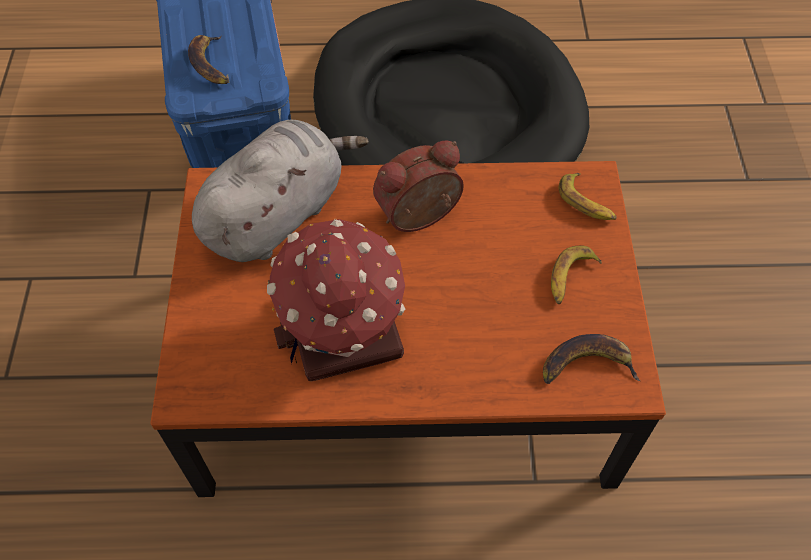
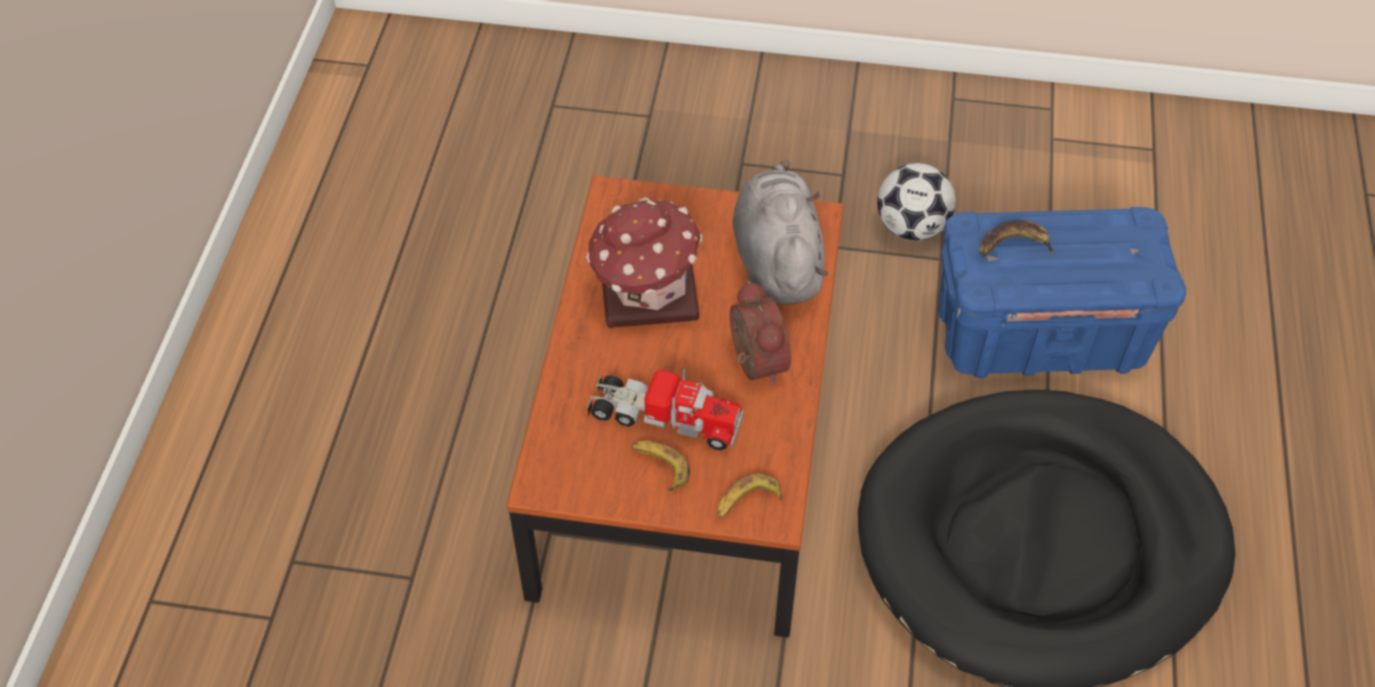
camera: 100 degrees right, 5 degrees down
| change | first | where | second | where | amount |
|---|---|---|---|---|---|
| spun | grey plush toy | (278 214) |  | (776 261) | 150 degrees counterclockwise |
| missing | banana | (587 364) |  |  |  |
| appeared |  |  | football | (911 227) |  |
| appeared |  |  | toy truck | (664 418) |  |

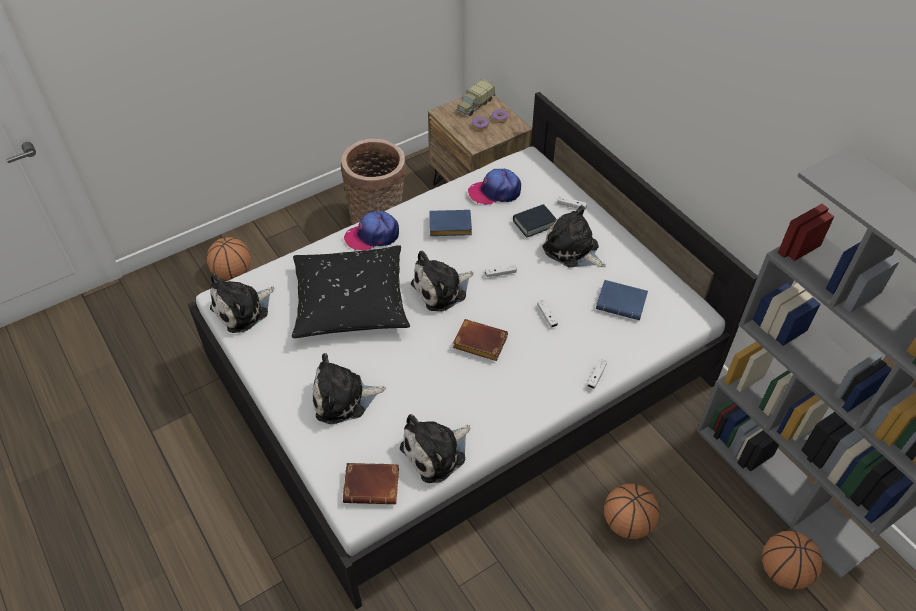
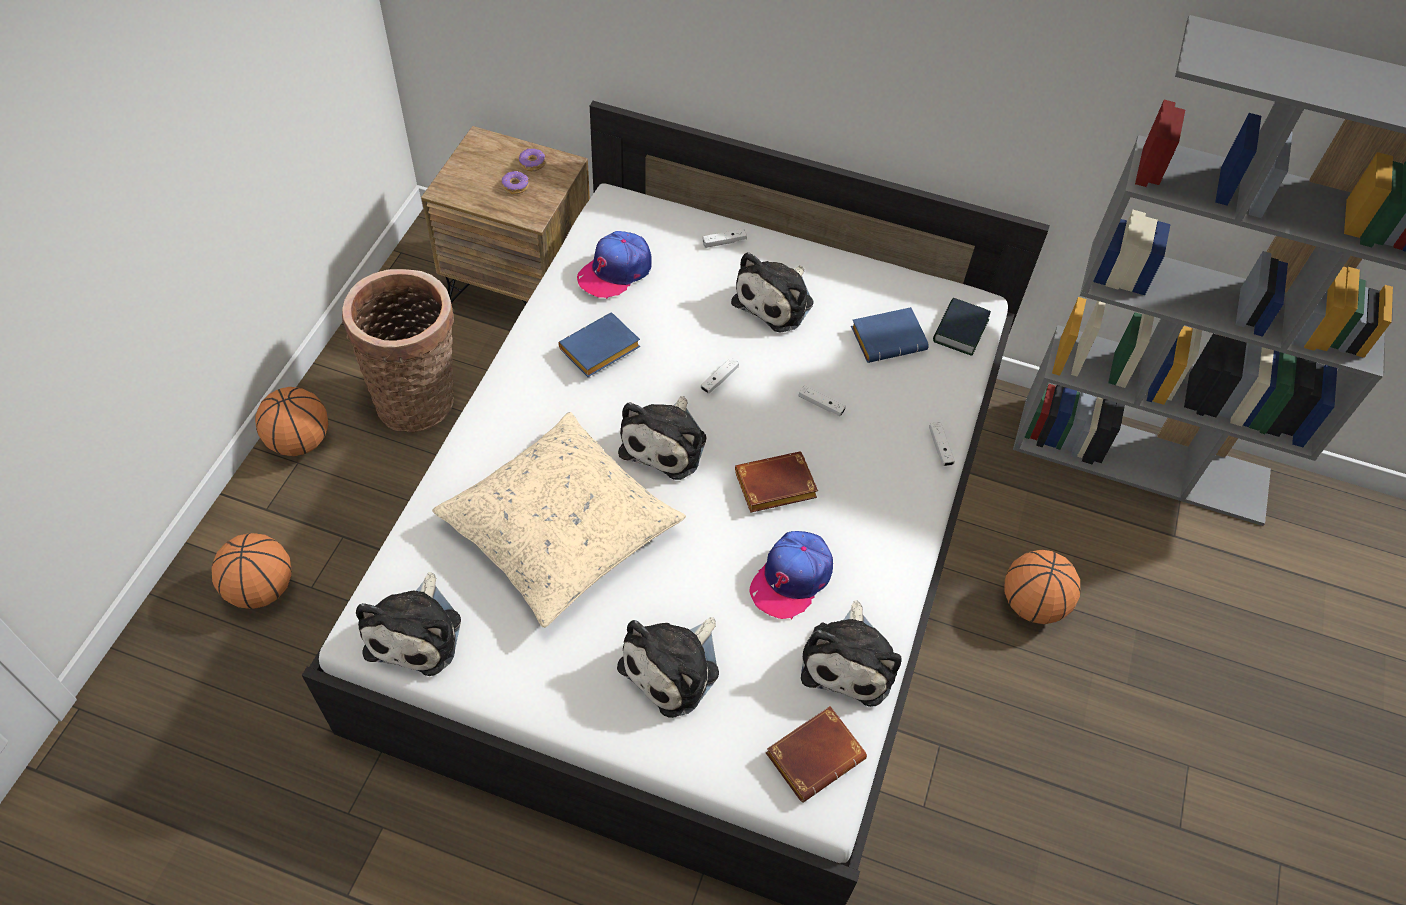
camera: 40 degrees left, 5 degrees up
| change | first | where | second | where | amount |
|---|---|---|---|---|---|
| missing | toy truck | (475 105) |  |  |  |
| relocated | book | (534 223) |  | (960 331) |  |
| spun | plush toy | (573 250) |  | (776 301) | 60 degrees counterclockwise |
| relocated | cap | (372 236) |  | (791 578) |  |
| colour | black pillow | (350 301) | beige pillow | (560 529) |  |
| relocated | basketball | (783 571) |  | (300 441) |  |

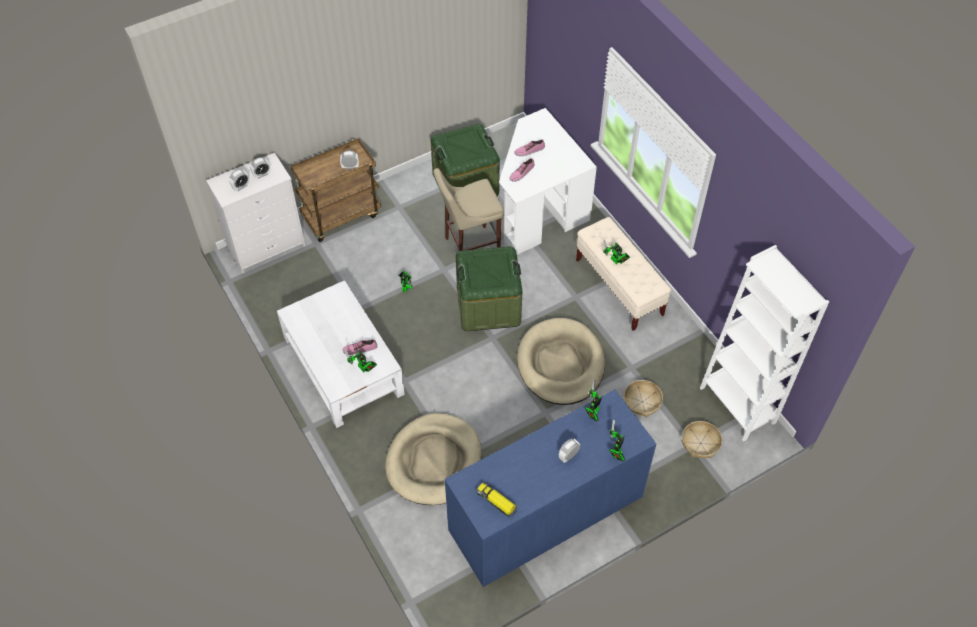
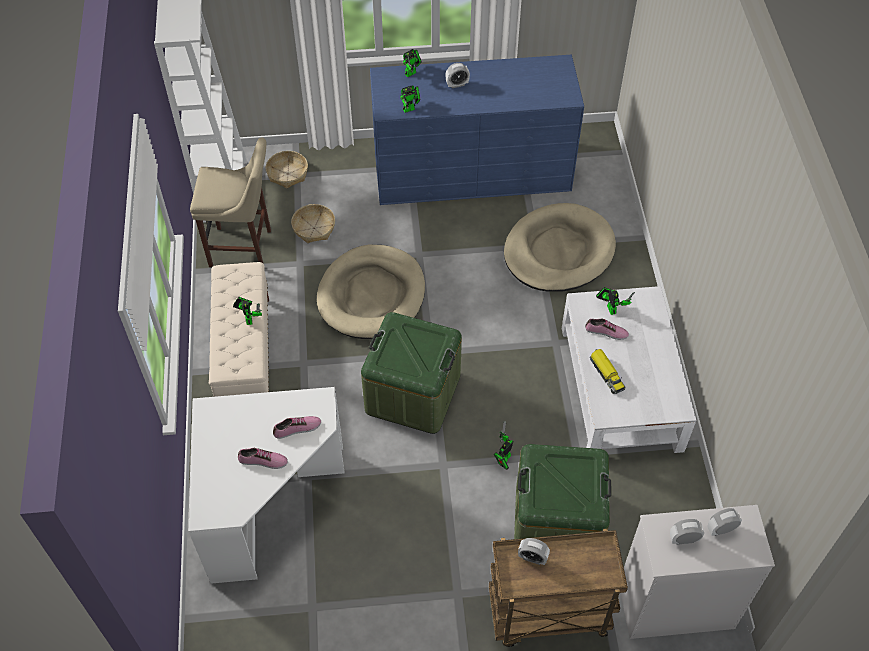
camera: 155 degrees left, 0 degrees up
| change | first | where | second | where | amount |
|---|---|---|---|---|---|
| relocated | green storage box | (465 184) |  | (557 521) |  |
| relocated | beige stool | (469 247) |  | (244 248) |  |
| relocated | toy truck | (497 502) |  | (606 374) |  |

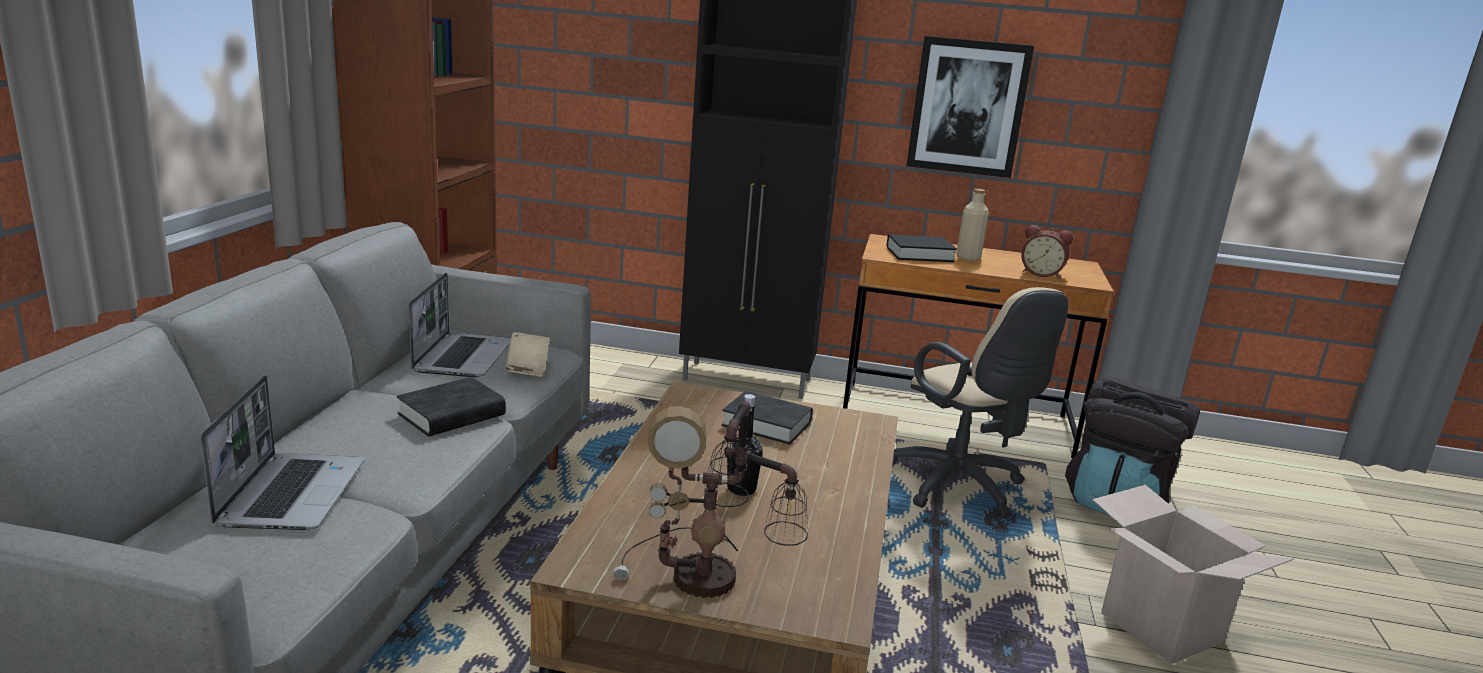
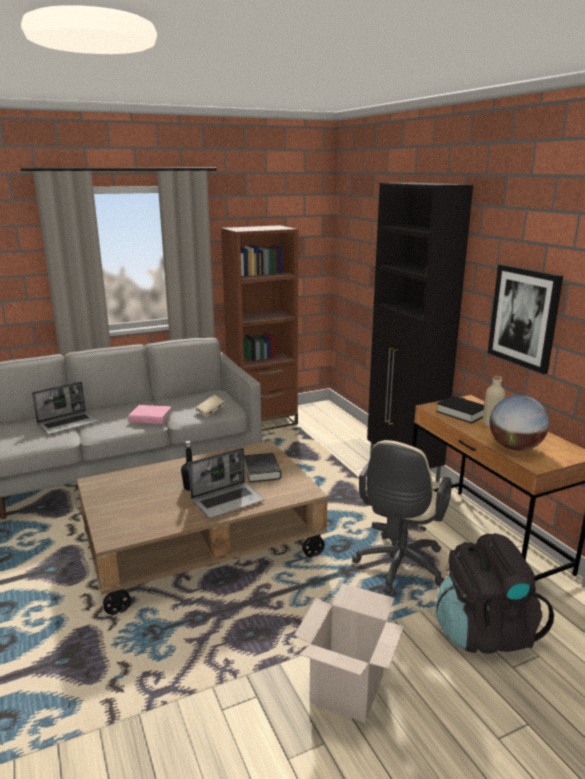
camera: 55 degrees right, 0 degrees up
| change | first | where | second | where | amount |
|---|---|---|---|---|---|
| exchanged | alarm clock | (1041 273) | globe | (515 448) |  |
| relocated | laptop | (463 356) |  | (228 500) |  |
| colour | black book | (452 415) | pink book | (151 418) |  |
| missing | table lamp | (708 581) |  |  |  |

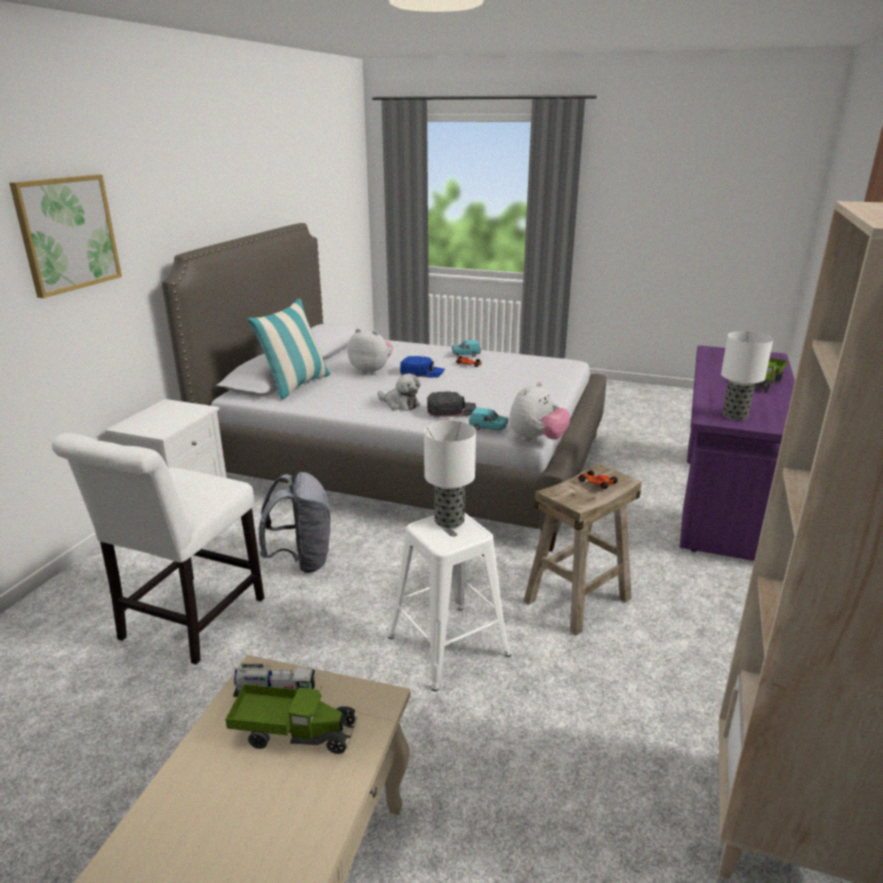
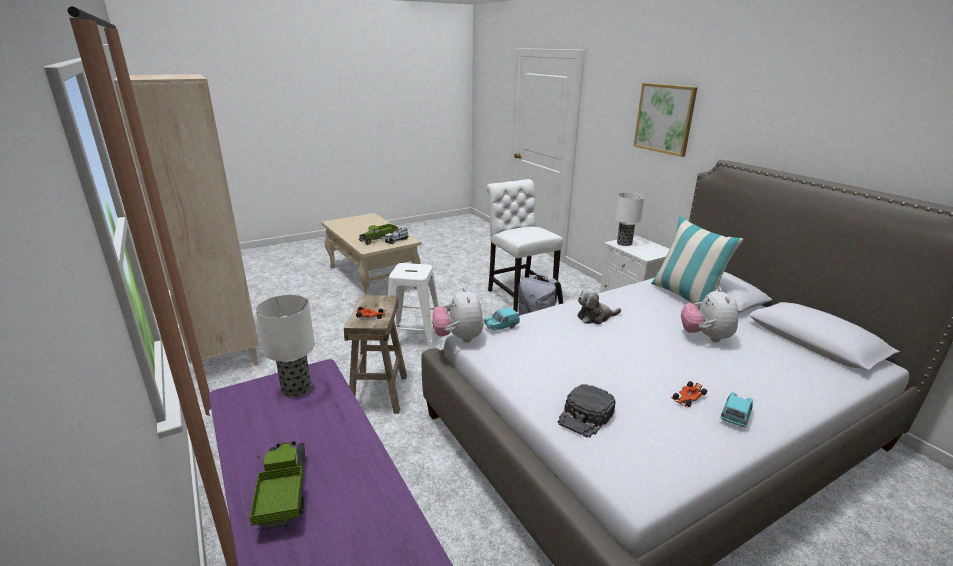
camera: 130 degrees right, 0 degrees up
| change | first | where | second | where | amount |
|---|---|---|---|---|---|
| spun | plush toy | (371 371) |  | (705 337) | 120 degrees clockwise |
| missing | blue cap | (422 372) |  |  |  |
| relocated | black cap | (451 409) |  | (586 415) |  |
| relocated | table lamp | (449 521) |  | (623 243) |  |

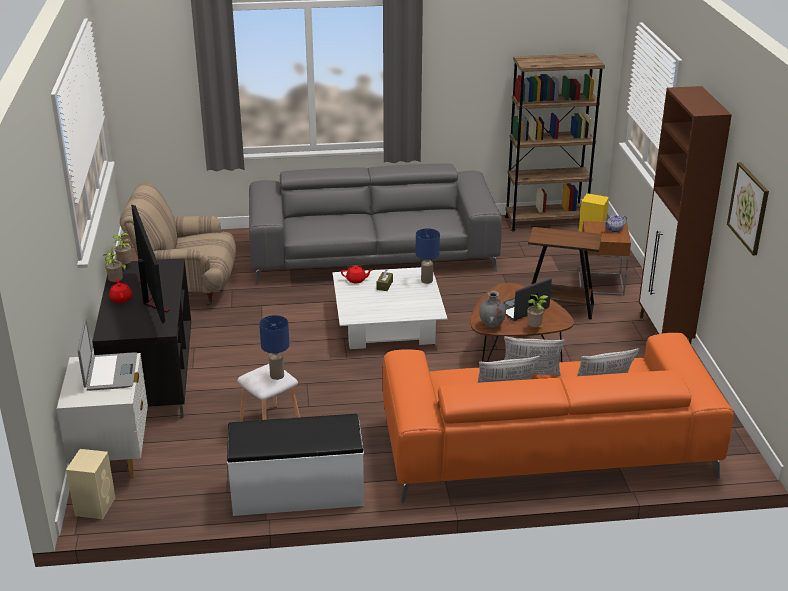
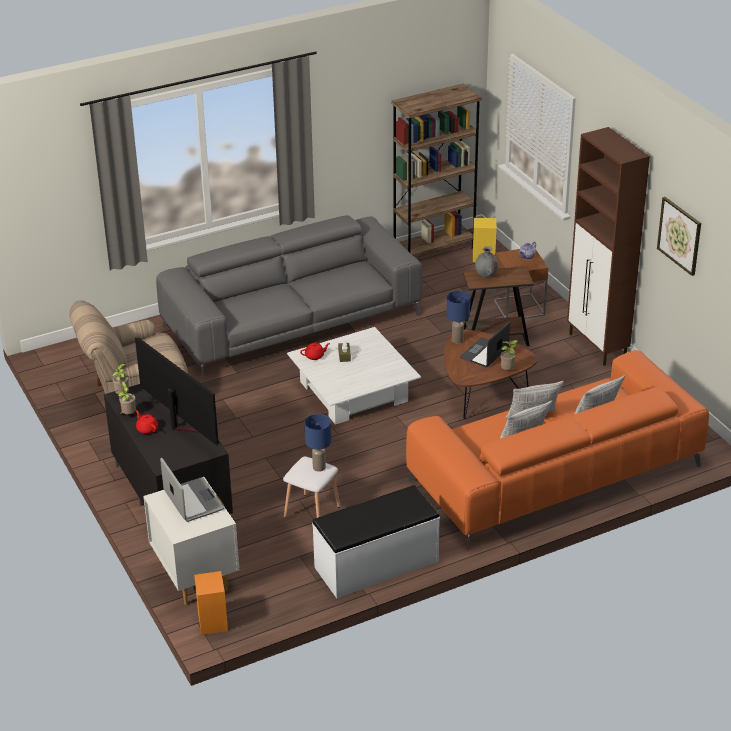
camera: 20 degrees left, 5 degrees up
| change | first | where | second | where | amount |
|---|---|---|---|---|---|
| relocated | blue table lamp | (426 281) |  | (457 340) |  |
| relocated | grey vase | (492 325) |  | (486 276) |  |
| colour | beige speaker | (95 505) | orange speaker | (212 621) |  |

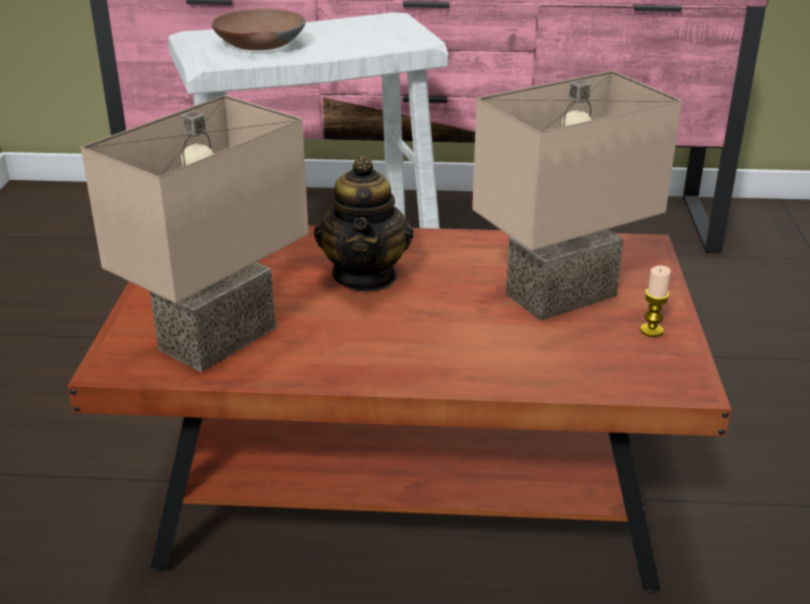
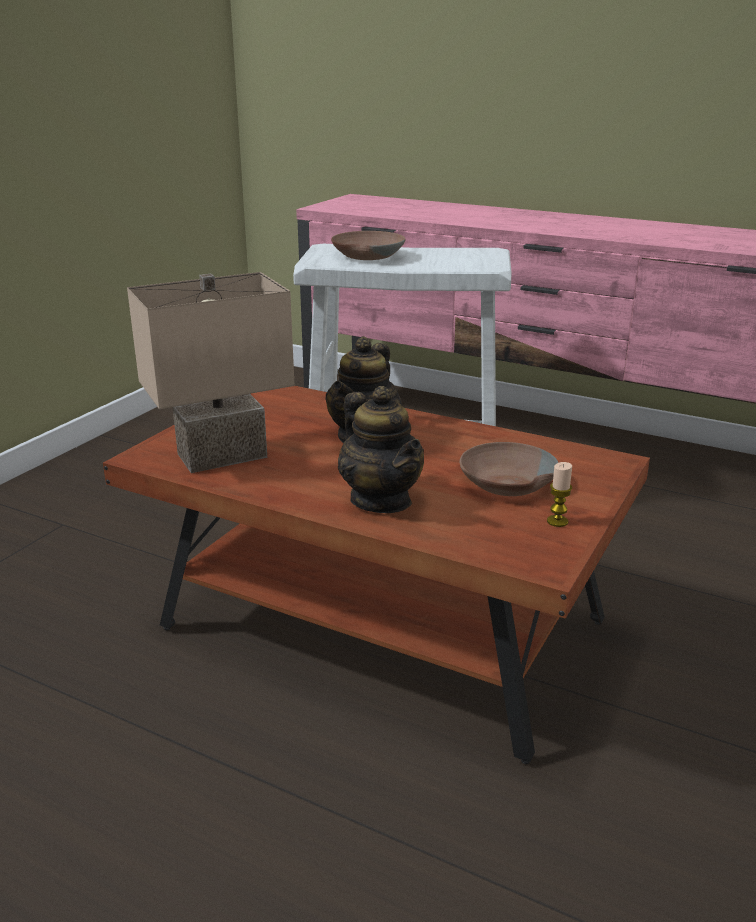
camera: 25 degrees right, 5 degrees down
| change | first | where | second | where | amount |
|---|---|---|---|---|---|
| exchanged | beige table lamp | (563 297) | brown bowl | (505 483) |  |
| appeared |  |  | teapot | (381 500) |  |

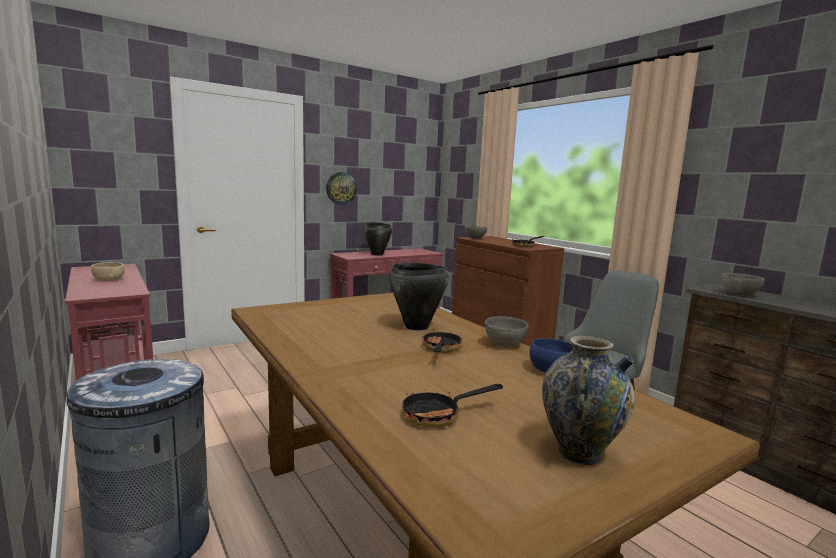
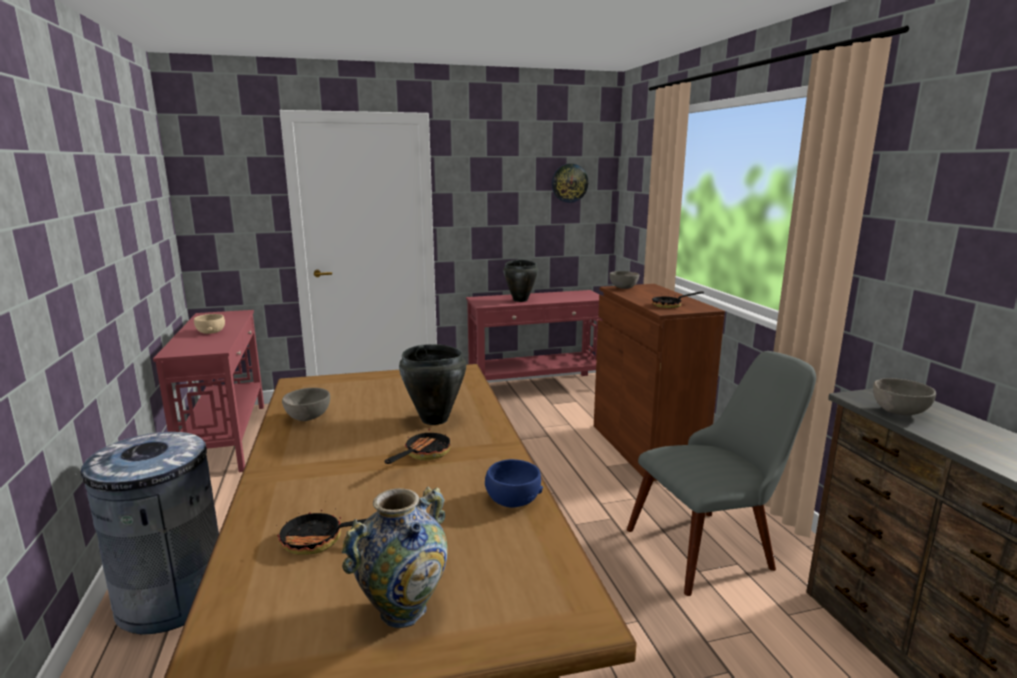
camera: 20 degrees right, 5 degrees up
| change | first | where | second | where | amount |
|---|---|---|---|---|---|
| relocated | wall clock | (341 188) |  | (569 183) |  |
| relocated | grey bowl | (504 344) |  | (307 417) |  |

